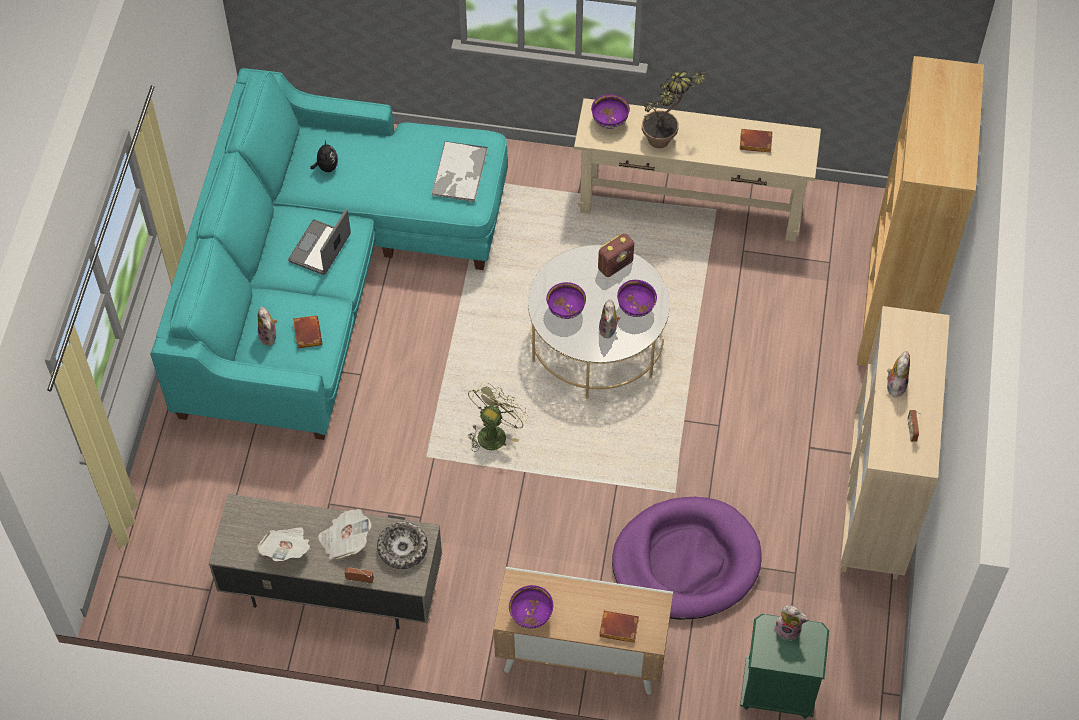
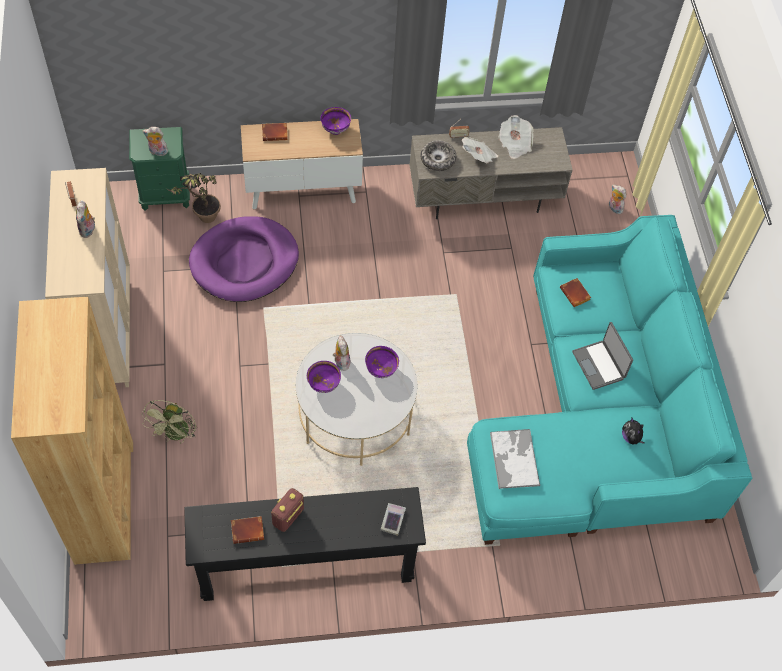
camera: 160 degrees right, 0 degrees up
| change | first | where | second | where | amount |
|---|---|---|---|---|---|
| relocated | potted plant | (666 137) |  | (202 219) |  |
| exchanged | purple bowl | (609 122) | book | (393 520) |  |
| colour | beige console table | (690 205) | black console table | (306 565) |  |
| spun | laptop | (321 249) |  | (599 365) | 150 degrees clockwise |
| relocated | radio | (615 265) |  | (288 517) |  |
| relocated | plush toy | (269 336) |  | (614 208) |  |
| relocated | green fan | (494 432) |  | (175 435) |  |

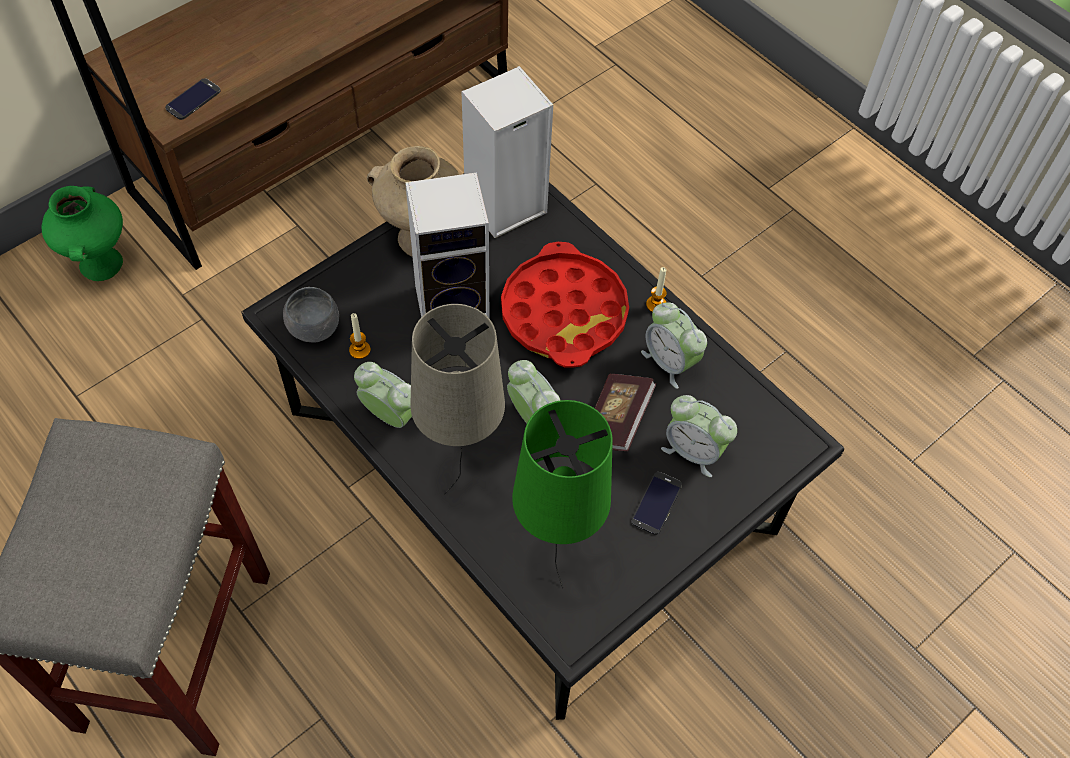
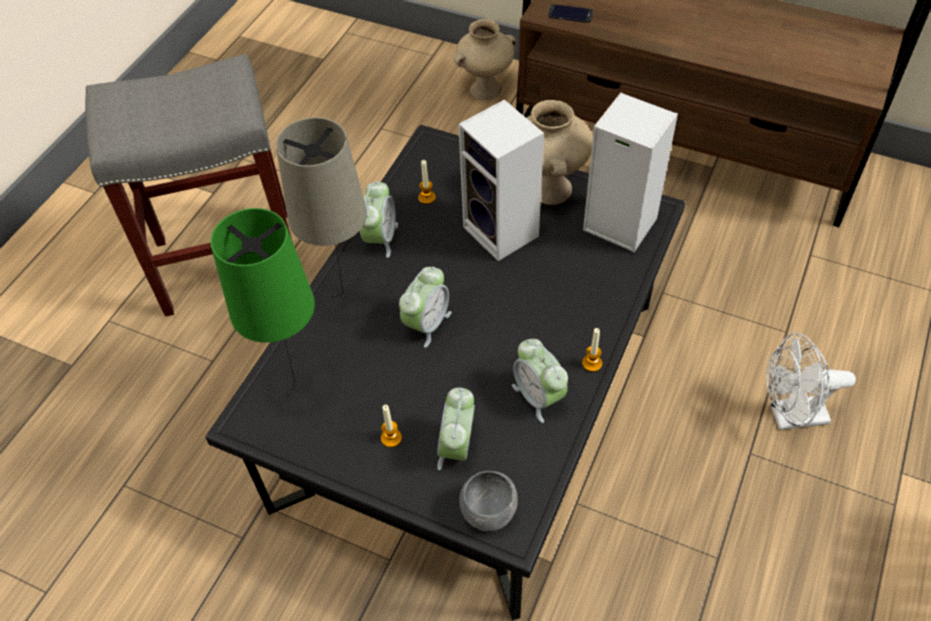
camera: 70 degrees right, 5 degrees down
| change | first | where | second | where | amount |
|---|---|---|---|---|---|
| colour | green vase | (100 263) | beige vase | (486 89) |  |
| missing | red tray | (564 313) |  |  |  |
| relocated | grey bowl | (314 328) |  | (488 511) |  |
| spun | alarm clock | (670 362) |  | (538 396) | 60 degrees counterclockwise |
| missing | book | (616 421) |  |  |  |
| exchanged | phone | (656 503) | candle | (391 438) |  |
| appeared |  |  | white fan | (790 416) |  |

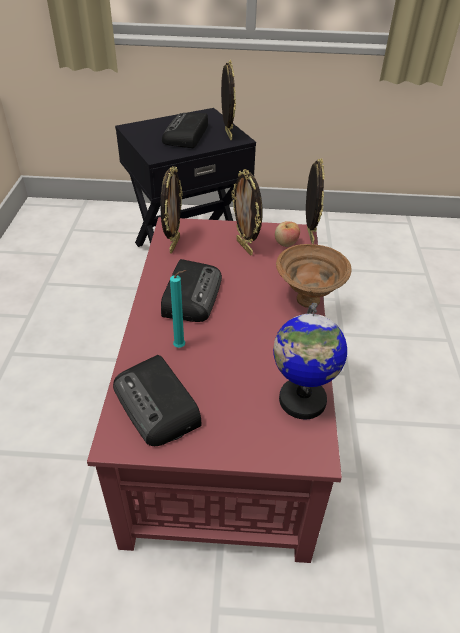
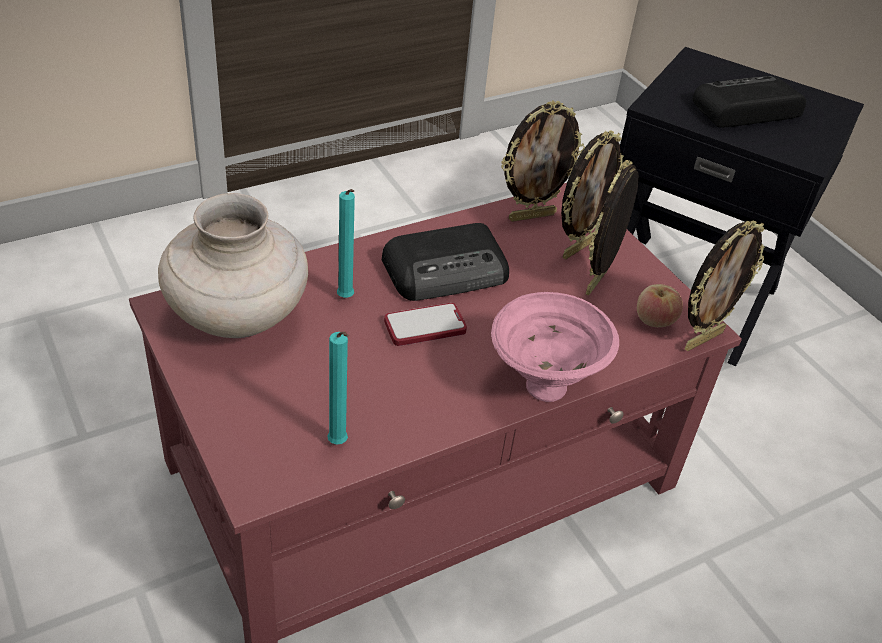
camera: 55 degrees right, 0 degrees up
| change | first | where | second | where | amount |
|---|---|---|---|---|---|
| relocated | picture frame | (227 135) |  | (578 248) |  |
| colour | brown bowl | (308 301) | pink bowl | (543 389) |  |
| exchanged | globe | (301 400) | turquoise candle | (338 444) |  |
| exchanged | radio | (158 406) | beige vase | (238 318) |  |
| appeared |  |  | phone | (425 326) |  |

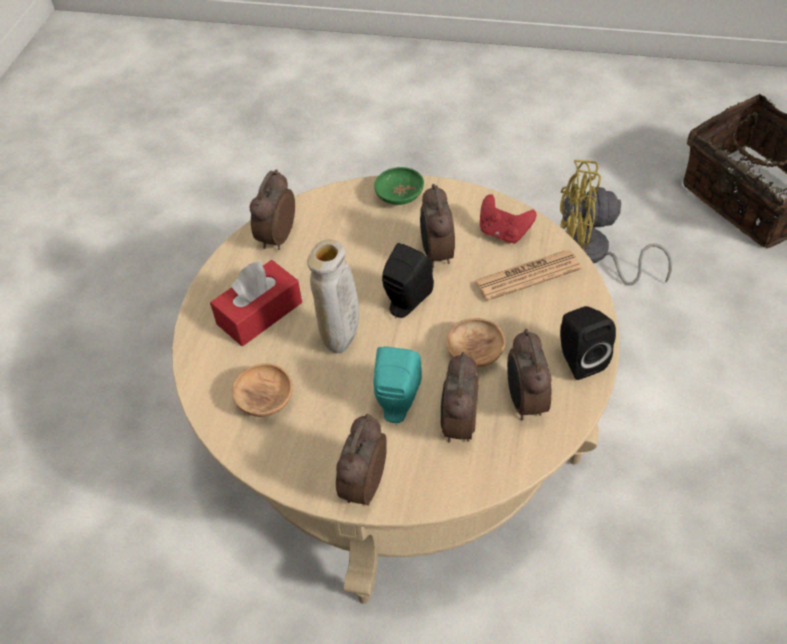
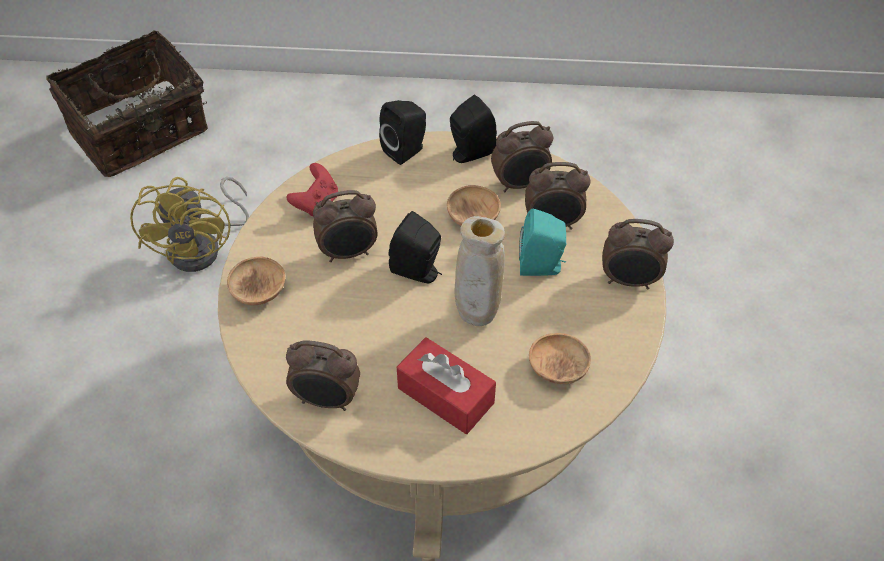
camera: 100 degrees left, 0 degrees up
| change | first | where | second | where | amount |
|---|---|---|---|---|---|
| colour | green bowl | (399 197) | brown bowl | (259 291) |  |
| missing | newspaper | (527 276) |  |  |  |
| appeared |  |  | black speaker | (406 151) |  |

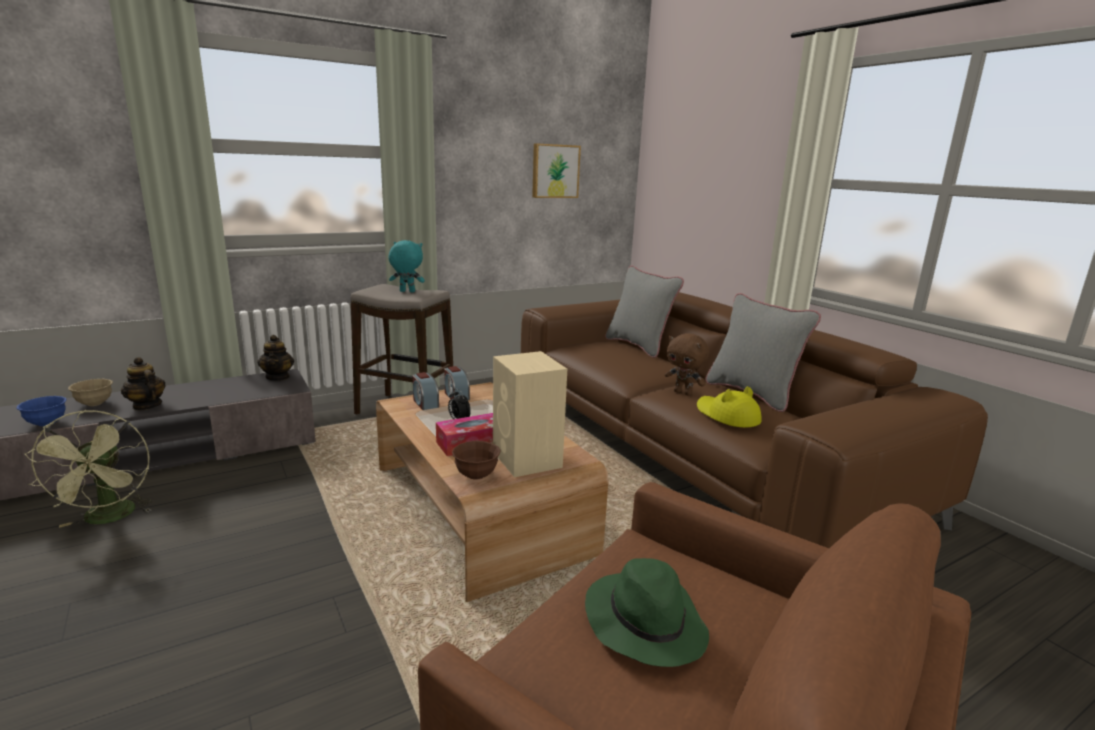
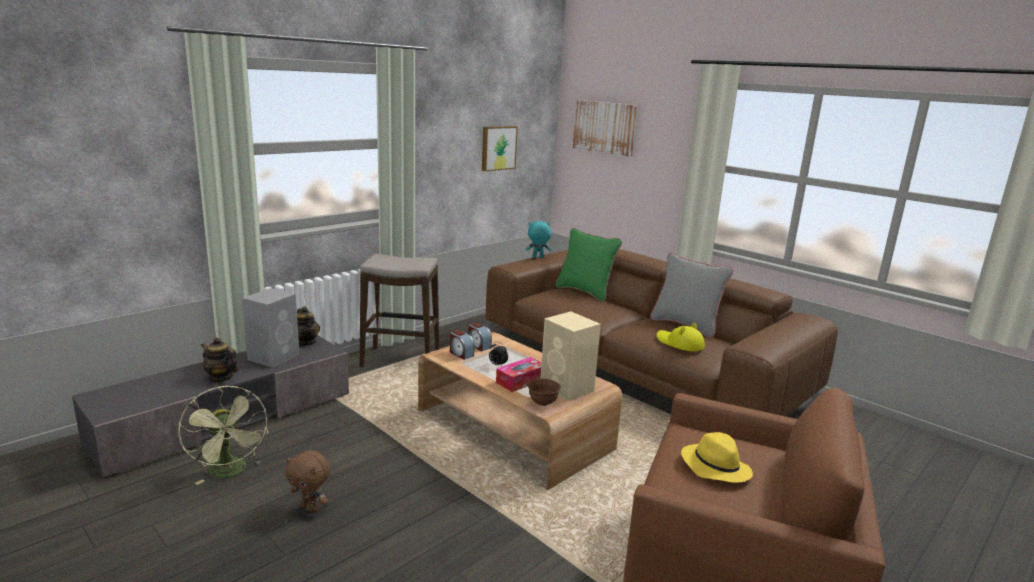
camera: 15 degrees left, 0 degrees up
| change | first | where | second | where | amount |
|---|---|---|---|---|---|
| relocated | turquoise plush toy | (407 292) |  | (537 257) |  |
| colour | grey pillow | (639 346) | green pillow | (585 292) |  |
| relocated | brown plush toy | (683 392) |  | (310 508) |  |
| missing | beige bowl | (94 403) |  |  |  |
| missing | blue bowl | (46 423) |  |  |  |
| colour | green hat | (644 622) | yellow hat | (714 466) |  |
| appeared |  |  | picture | (604 127) |  |
| appeared |  |  | grey speaker | (274 356) |  |

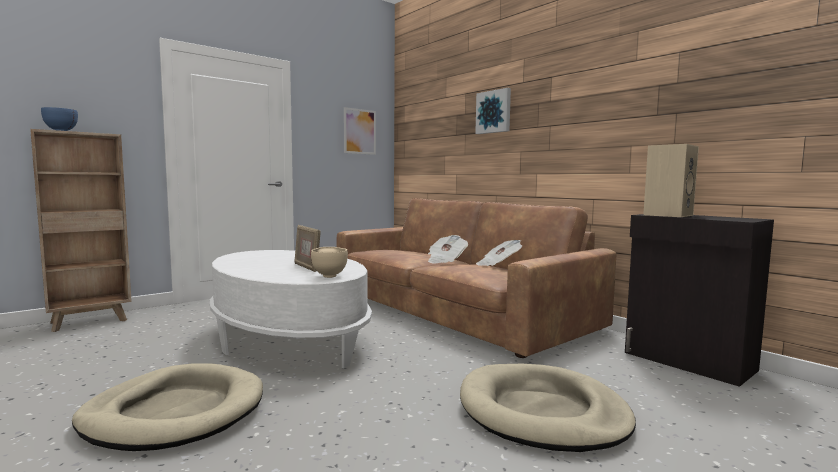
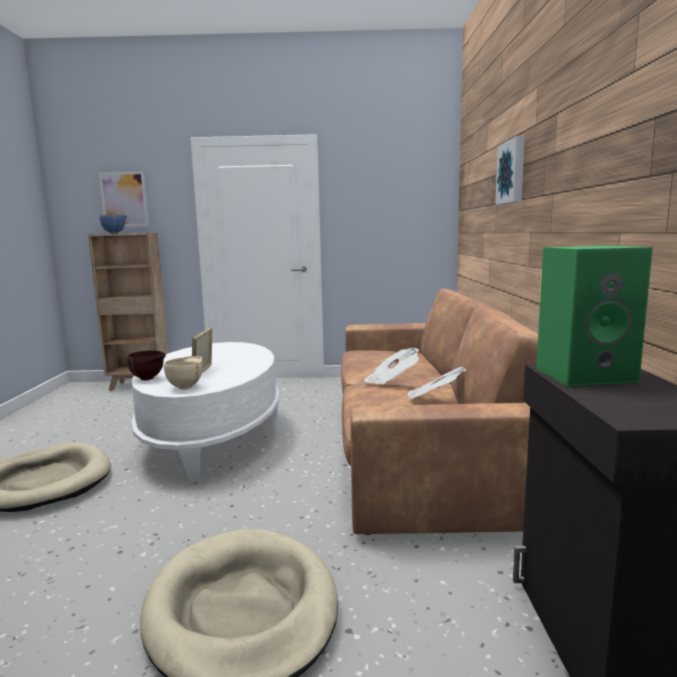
camera: 40 degrees right, 5 degrees up
| change | first | where | second | where | amount |
|---|---|---|---|---|---|
| relocated | picture | (359 131) |  | (124 199) |  |
| colour | beige speaker | (667 215) | green speaker | (586 374) |  |
| appeared |  |  | brown bowl | (149 379) |  |

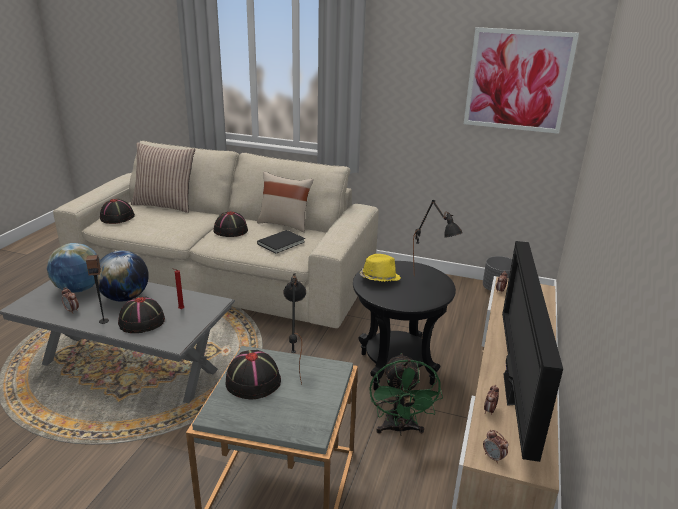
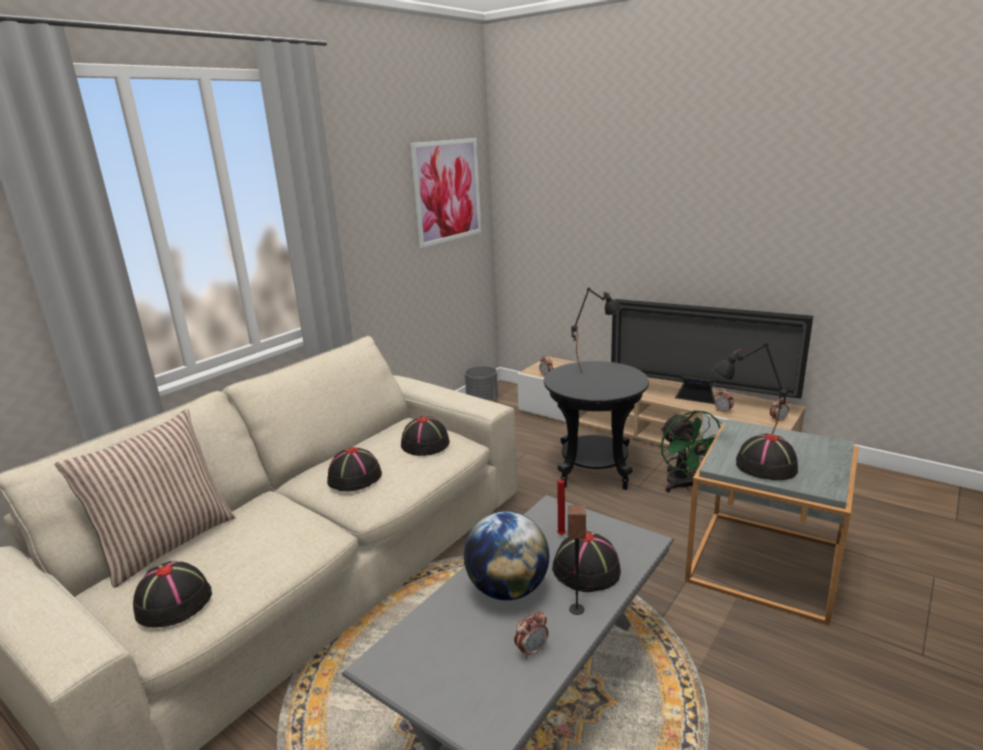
camera: 70 degrees left, 5 degrees down
| change | first | where | second | where | amount |
|---|---|---|---|---|---|
| missing | beige pillow | (285 224) |  |  |  |
| exchanged | black book | (282 243) | black hat | (425 443) |  |
| missing | globe | (79 289) |  |  |  |
| missing | yellow hat | (379 278) |  |  |  |
| spun | green fan | (399 429) |  | (684 486) | 60 degrees clockwise |

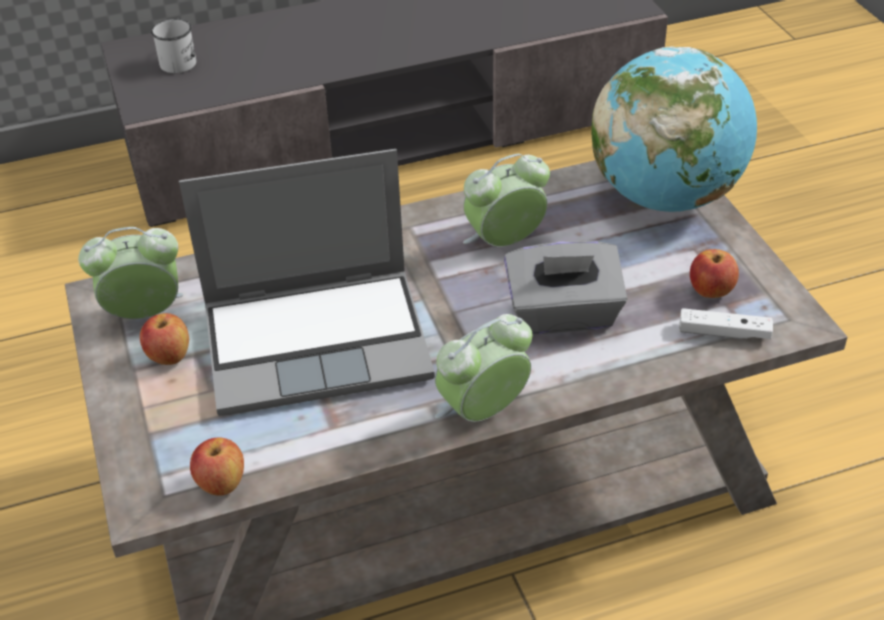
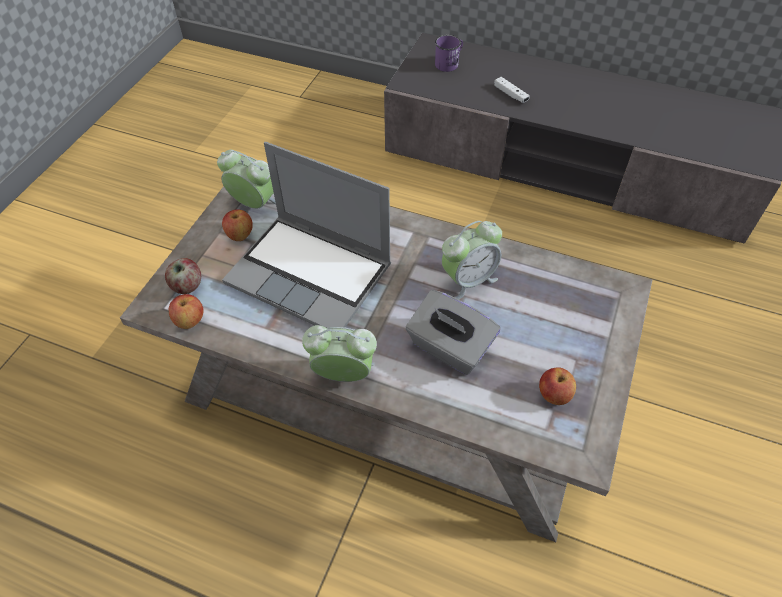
camera: 40 degrees right, 10 degrees up
| change | first | where | second | where | amount |
|---|---|---|---|---|---|
| colour | white mug | (180 60) | purple mug | (449 63) |  |
| missing | globe | (665 196) |  |  |  |
| spun | alarm clock | (505 242) |  | (468 280) | 135 degrees clockwise |
| relocated | white game controller | (724 333) |  | (510 94) |  |
| appeared |  |  | apple | (187 286) |  |

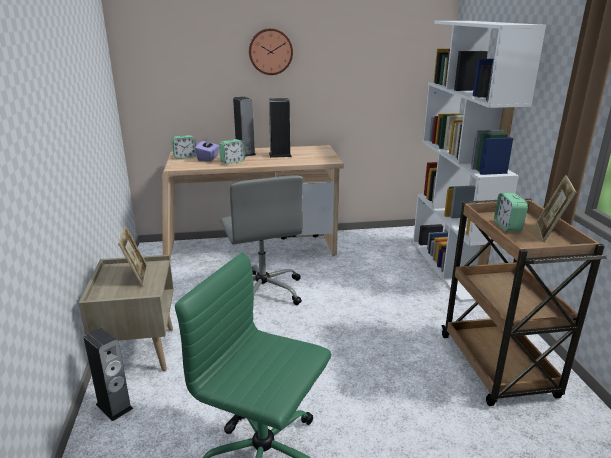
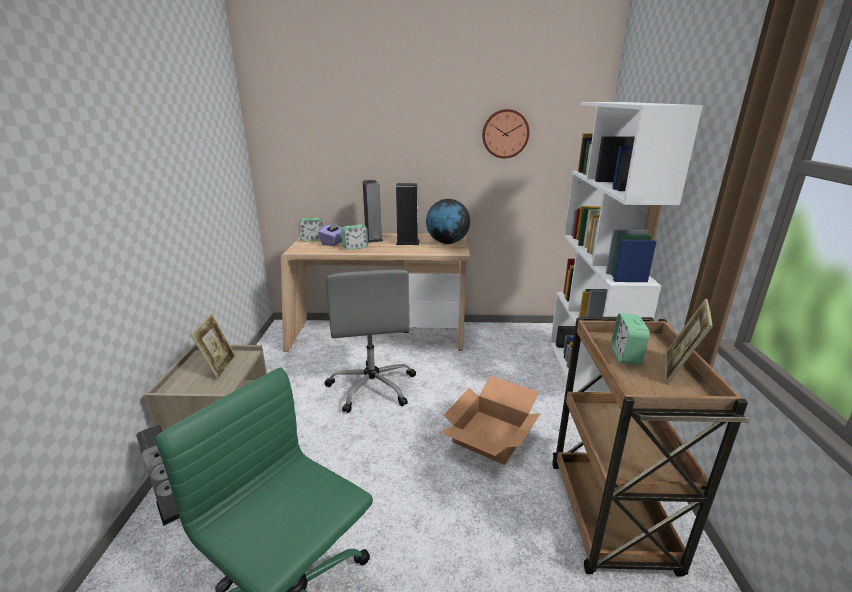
camera: 10 degrees right, 0 degrees up
| change | first | where | second | where | amount |
|---|---|---|---|---|---|
| relocated | wall clock | (270 51) |  | (505 133) |  |
| appeared |  |  | globe | (447 243) |  |
| appeared |  |  | cardboard box | (491 437) |  |

